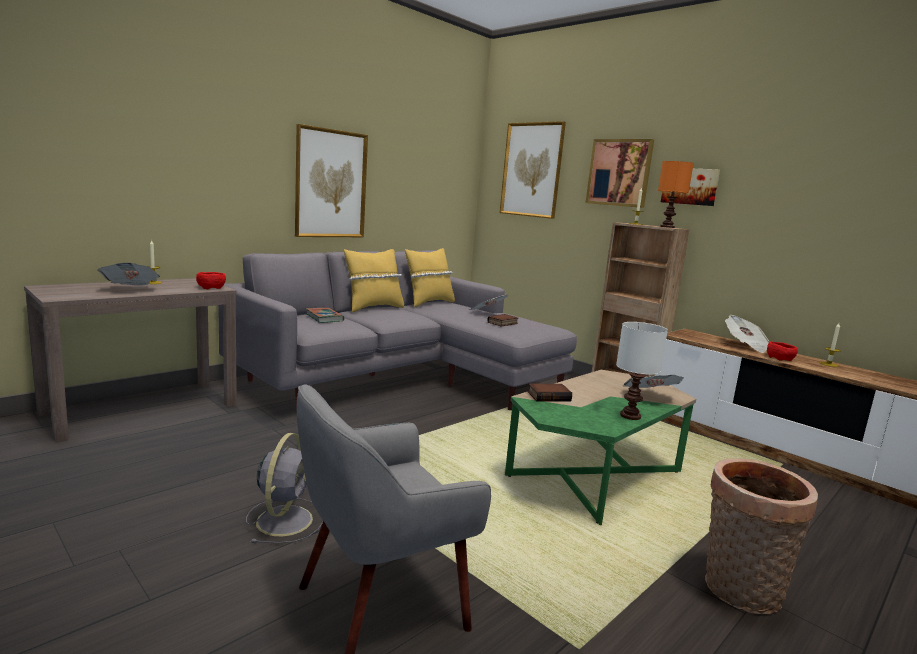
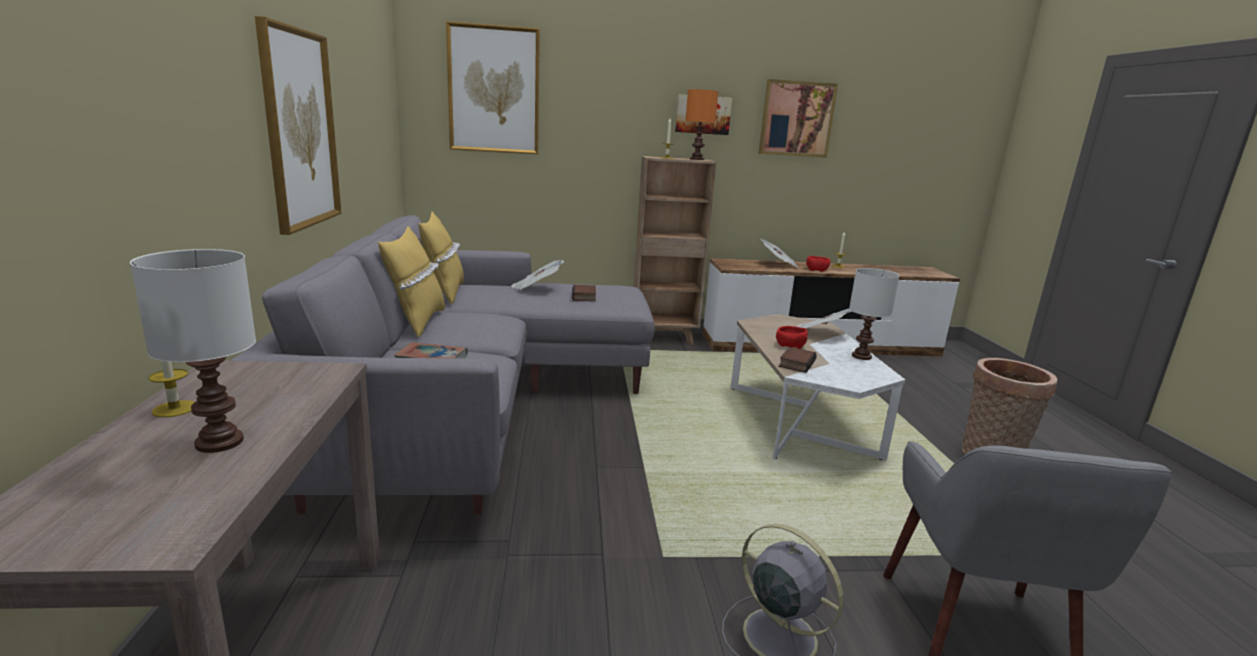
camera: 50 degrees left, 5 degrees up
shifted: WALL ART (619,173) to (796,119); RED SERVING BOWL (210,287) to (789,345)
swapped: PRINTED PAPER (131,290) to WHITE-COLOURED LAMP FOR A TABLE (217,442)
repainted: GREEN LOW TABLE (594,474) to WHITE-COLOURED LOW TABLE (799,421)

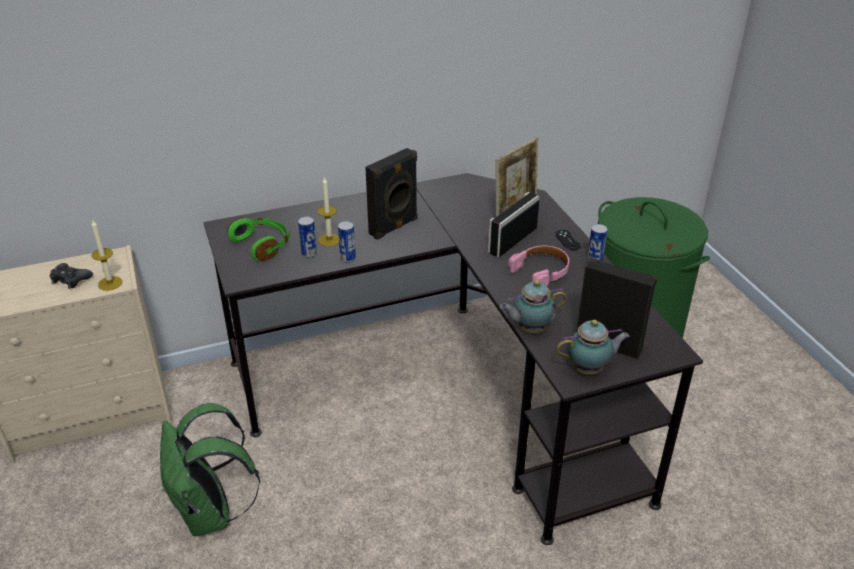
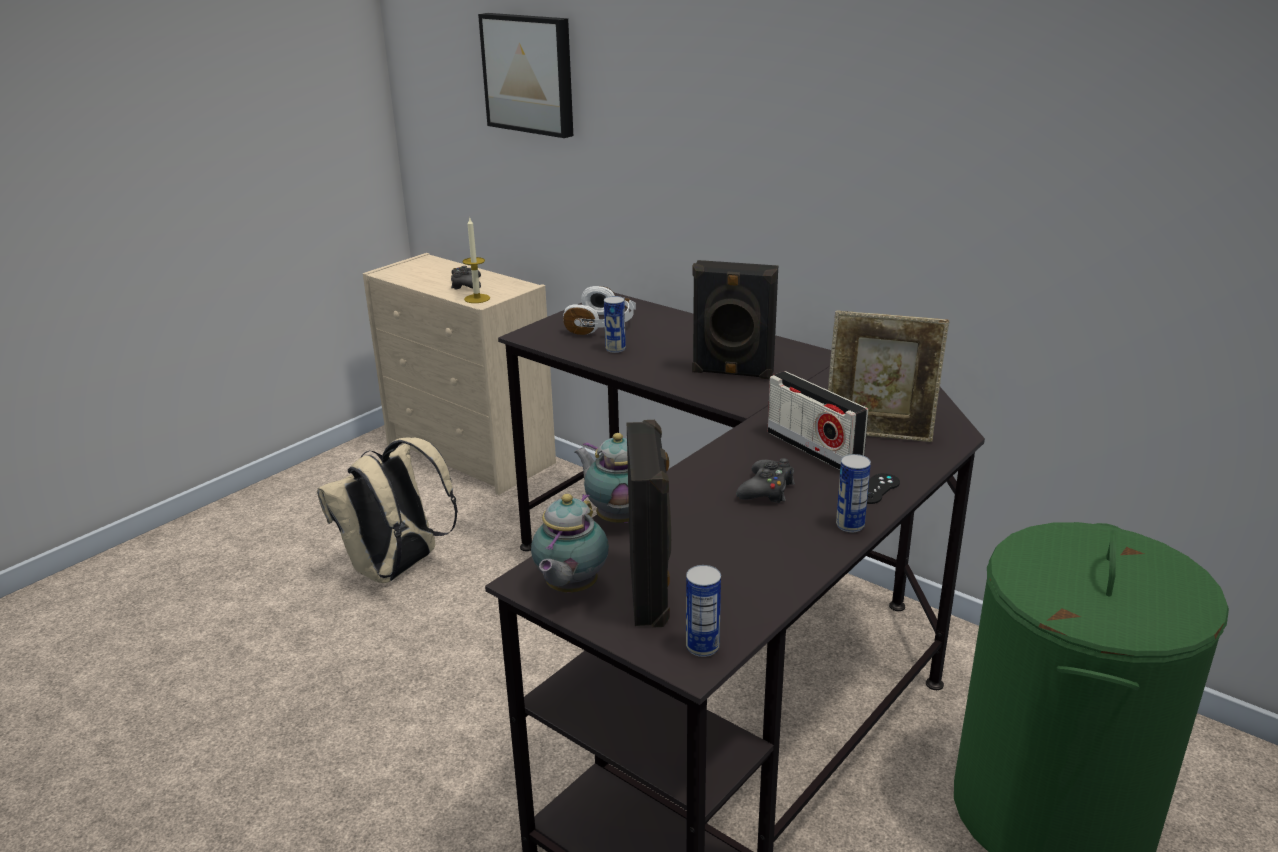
camera: 60 degrees right, 10 degrees down
gone: WAX LIGHT (329,240)
new: WALL ART (530,74)
shifted: METAL CAN (348,259) to (702,647)
swapped: PINK PAIR OF HEADPHONES (541,271) to BLACK-COLOURED GAME CONTROLLER (766,490)
repainted: GREEN RUCKSACK (211,514) to BEIGE RUCKSACK (397,570); GREEN PAIR OF HEADPHONES (262,245) to WHITE-COLOURED PAIR OF HEADPHONES (602,325)
rotated: TEA POT (589,369) = (569,589) 60 degrees clockwise; RADIO (512,240) = (813,449) 135 degrees counterclockwise

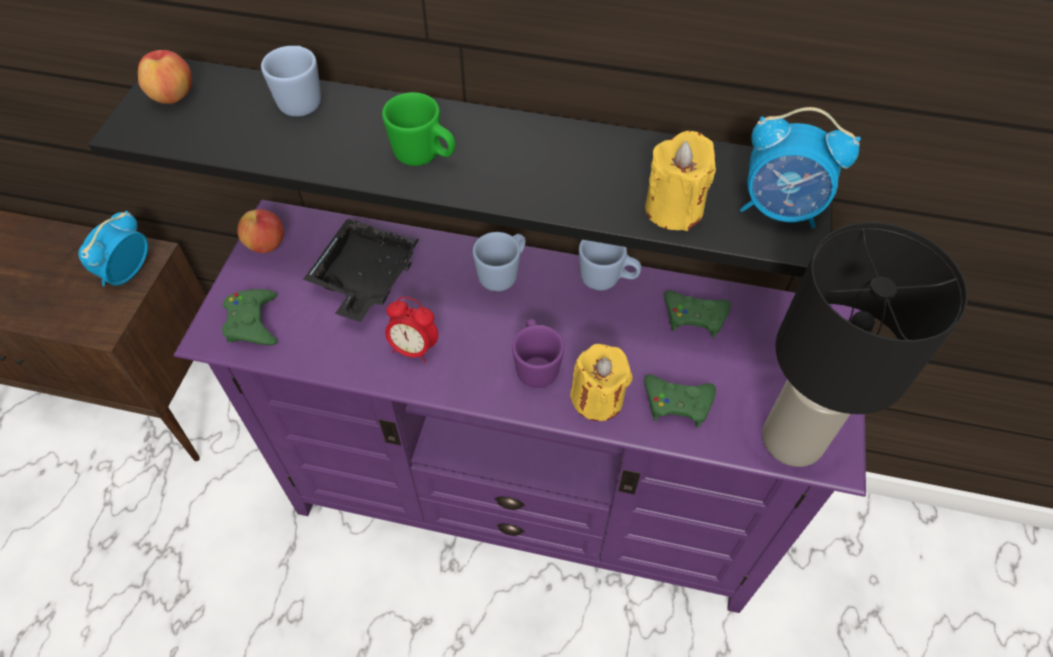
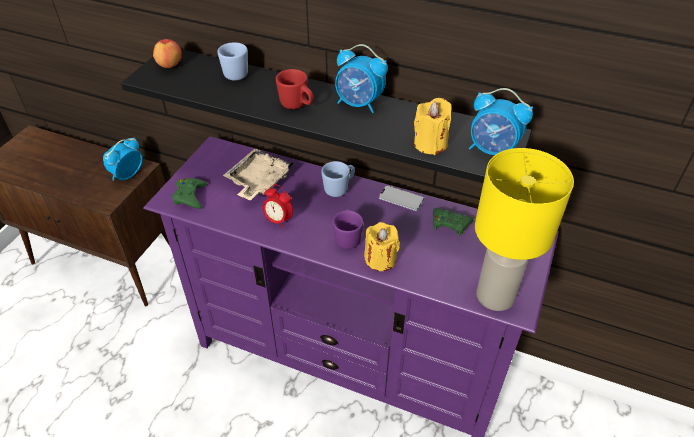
camera: 10 degrees right, 10 degrees down
gone: APPLE FRUIT (266,244); GREEN GAME CONTROLLER (677,403)
new: TABLE CLOCK (359,104)
swapped: BLUE-COLOURED TEA MUG (607,280) to HANDSET (401,199)
repainted: BLACK-COLOURED TRAY (364,278) to BEIGE TRAY (258,181); GREEN TEA MUG (424,157) to RED TEA MUG (297,105); BLACK-COLOURED LAMP FOR A TABLE (790,438) to YELLOW LAMP FOR A TABLE (494,295)

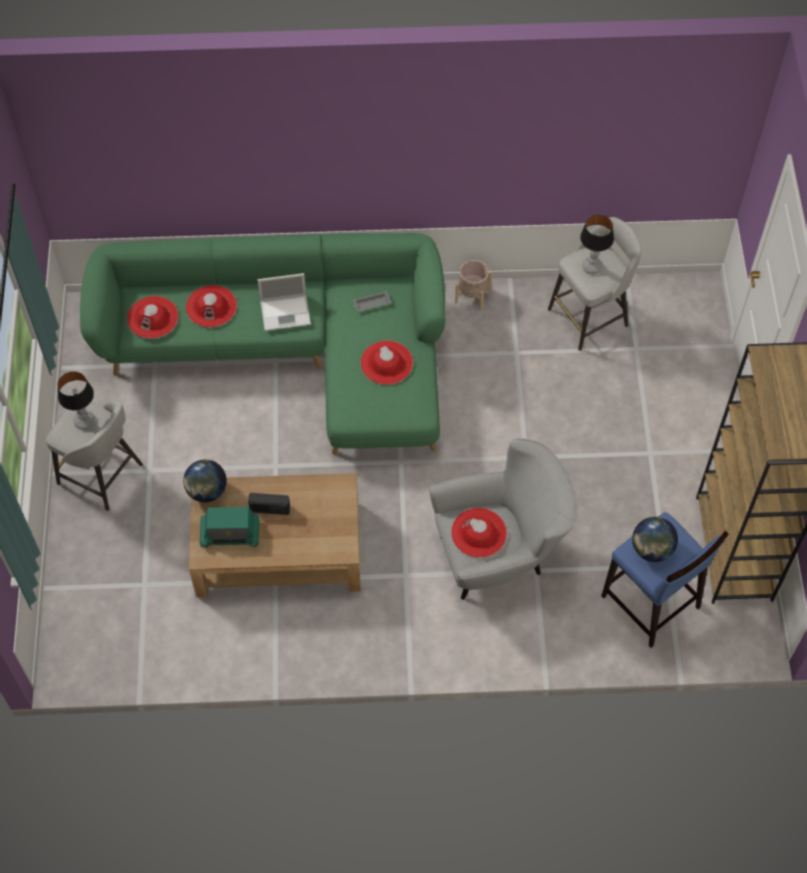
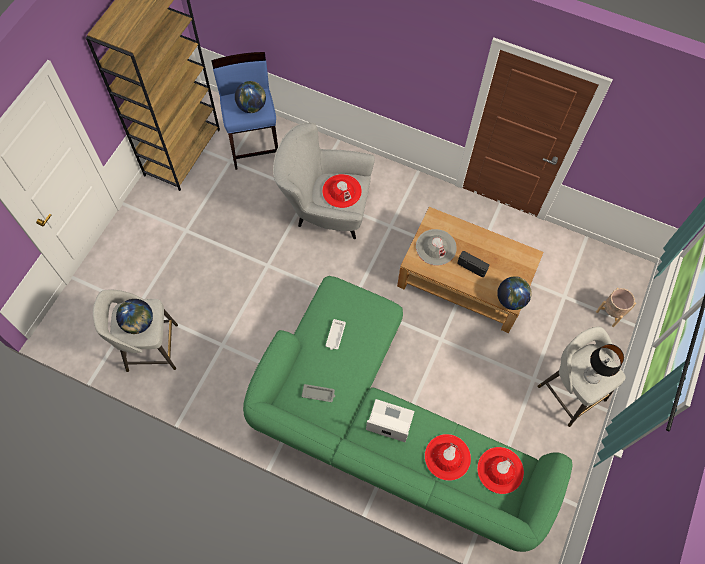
camera: 155 degrees left, 5 degrees up
gone: RADIO (230,533)
new: GREY WEARABLE HAT (436,247)
shifted: BEIGE PLANT POT (472,295) to (611,312)
swapped: LAMP FOR A TABLE (591,266) to WORLD GLOBE (138,323); RED WEARABLE HAT (386,363) to WHITE-COLOURED TRAY (335,335)

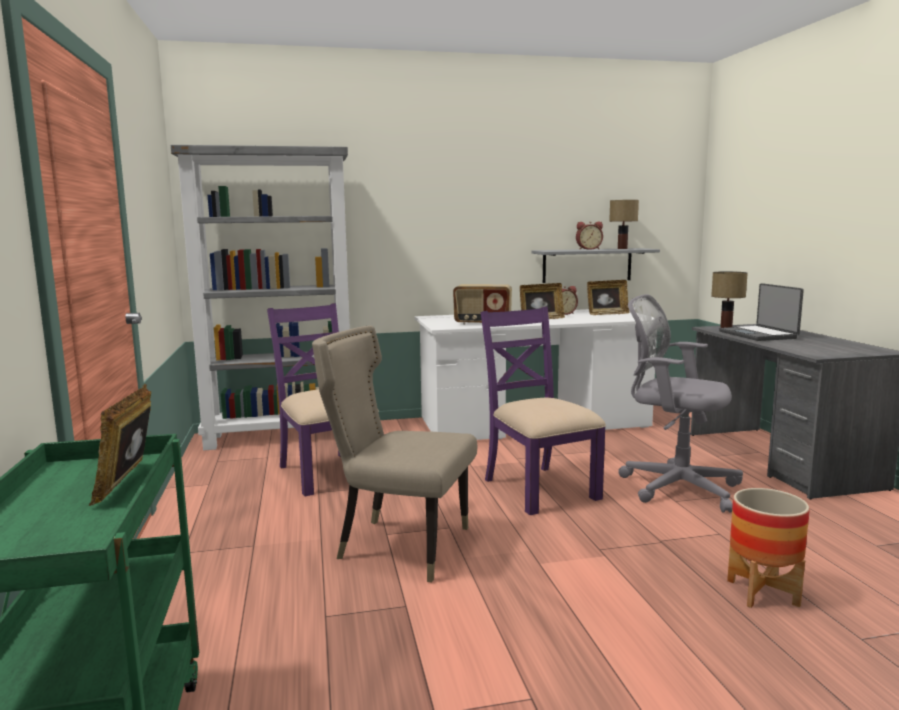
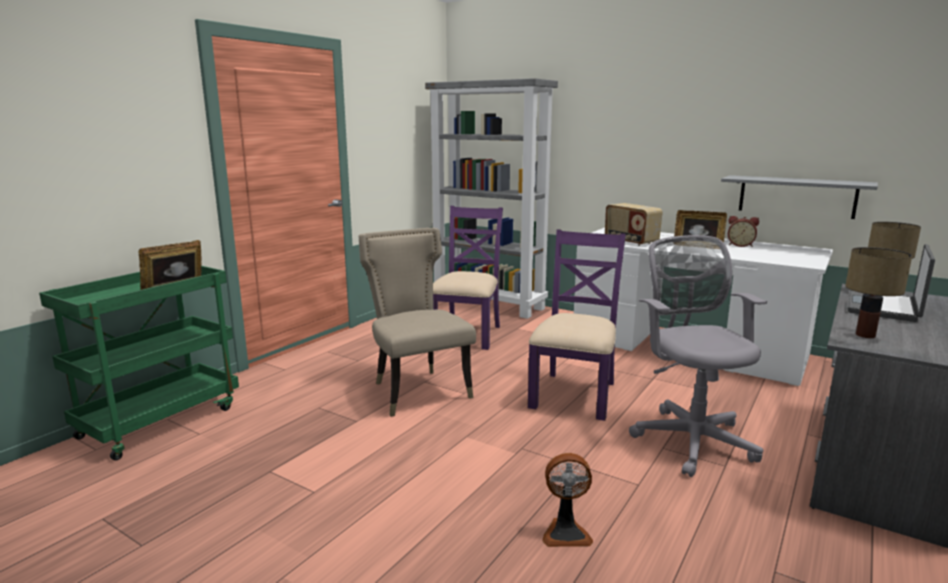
camera: 45 degrees right, 5 degrees up
gone: TABLE CLOCK (588,249); PICTURE FRAME (607,314)
shifted: LAMP FOR A TABLE (622,248) to (866,335)
swapped: PLANT POT (762,592) to COOLING FAN (565,533)

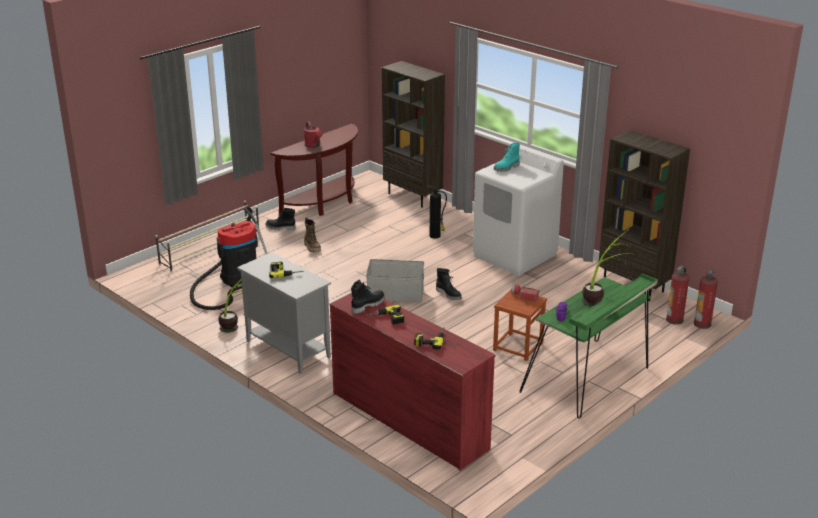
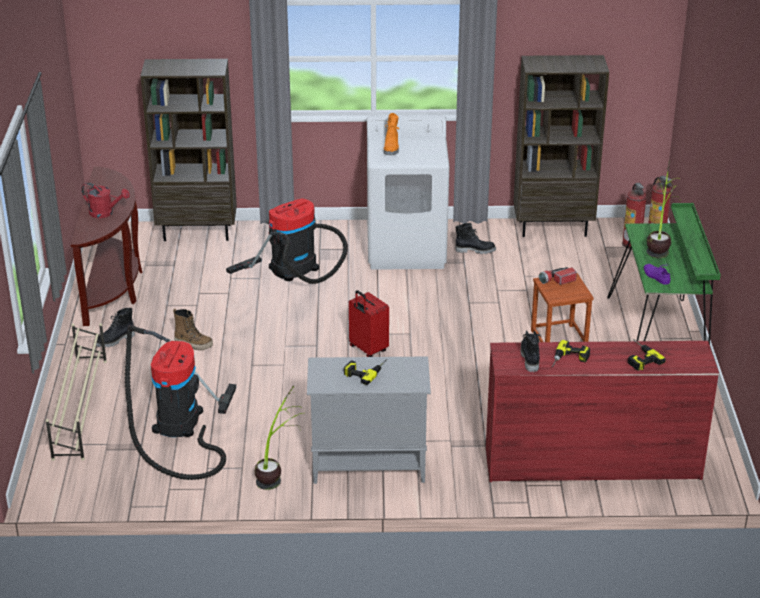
camera: 45 degrees left, 5 degrees up
shifted: BLACK-COLOURED BOOT (449,294) to (475,250)
swapped: EXTINGUISHER (435,236) to VACUUM (297,266); GREY STORAGE BIN (395,294) to RED SUITCASE (367,349)
repainted: BLUE-GREEN BOOT (507,168) to ORANGE-COLOURED BOOT (392,148)

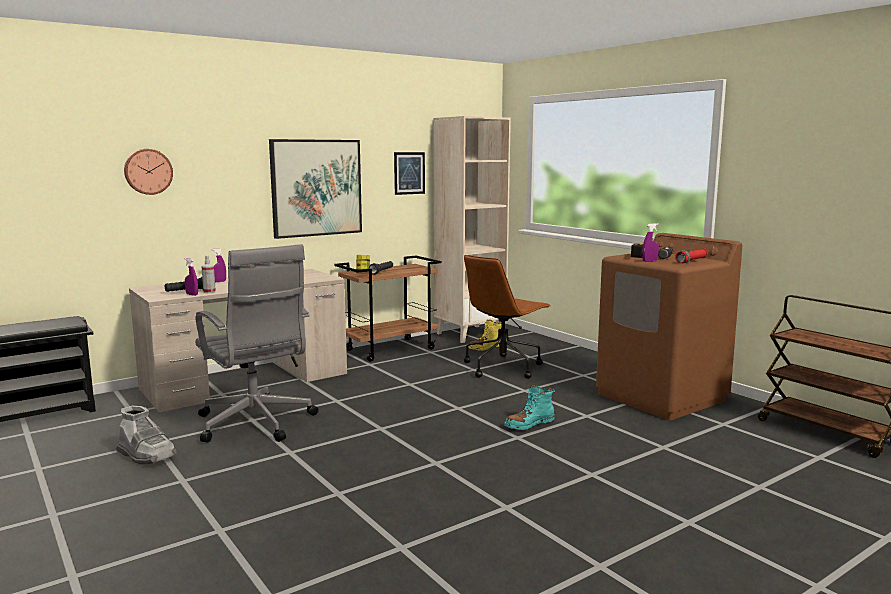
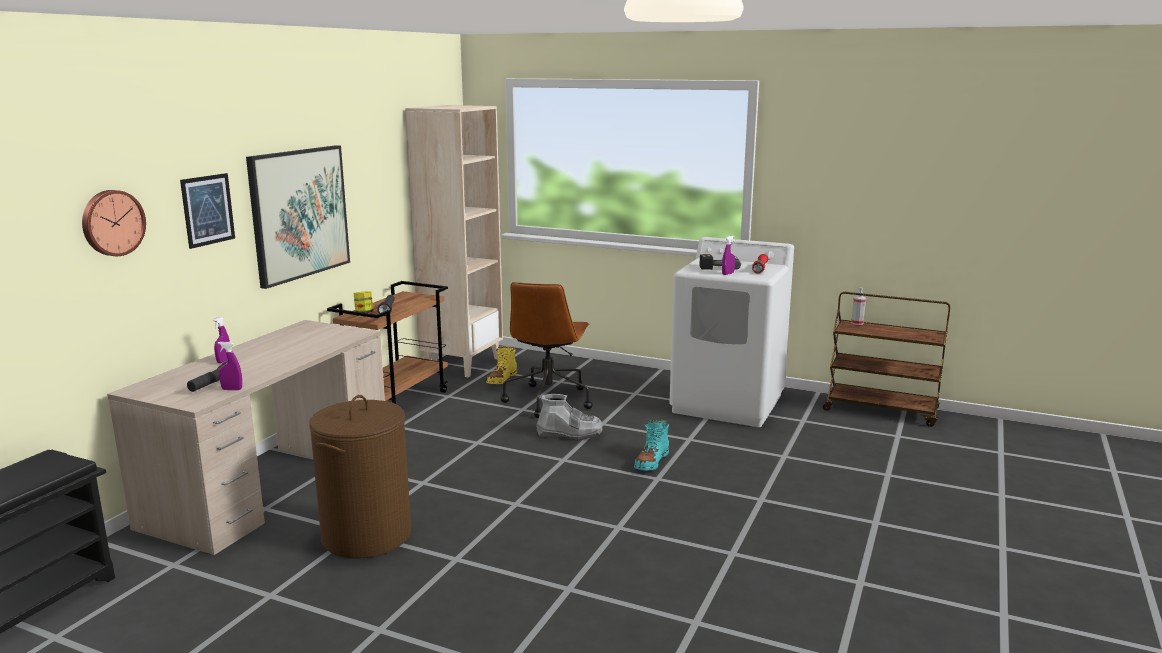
camera: 30 degrees left, 5 degrees up
shifted: WALL ART (409,173) to (208,210); GREY BOOT (147,455) to (570,434); SPRAY BOTTLE (209,292) to (857,323)
swapped: GREY OFFICE CHAIR (256,423) to BROWNISH HAMPER (367,536)
repainted: BROWNISH LAUNDRY MACHINE (661,397) to WHITE-COLOURED LAUNDRY MACHINE (728,404)

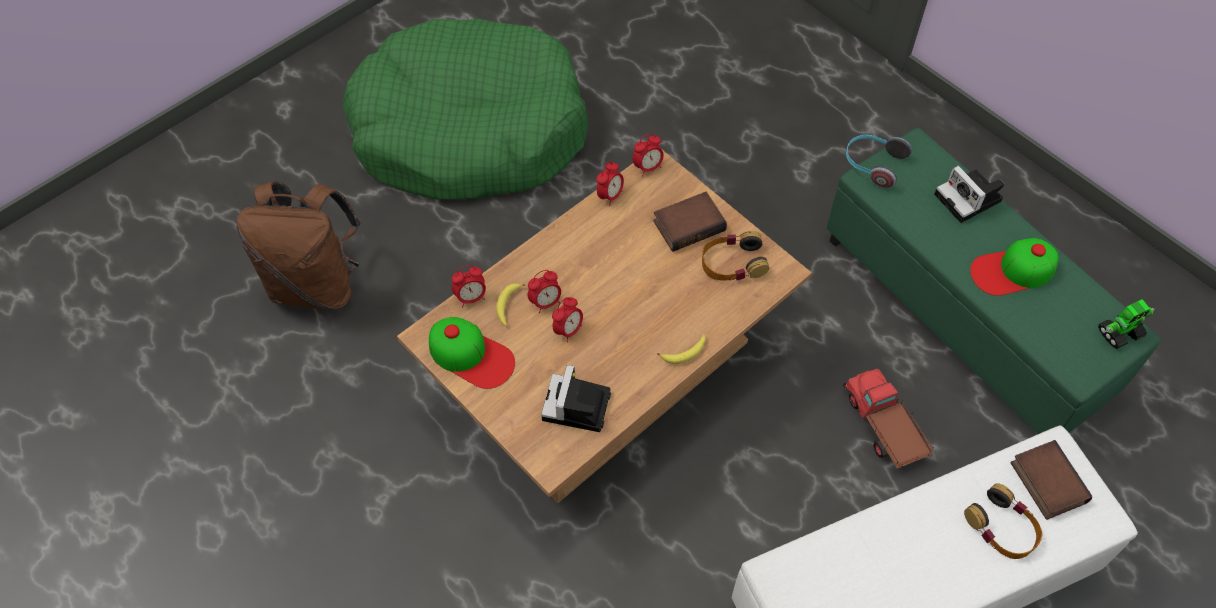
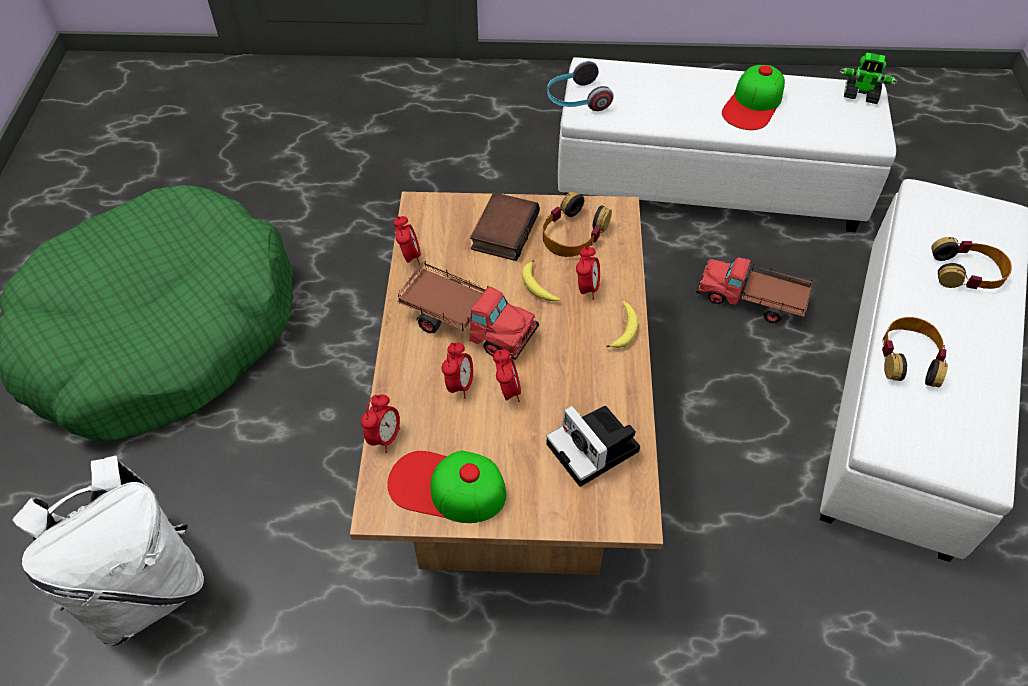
camera: 45 degrees left, 5 degrees down
gone: PHOTO CAMERA (970,199); VOLUME (1045,482)
new: MODEL TRUCK (467,322); PAIR OF HEADPHONES (909,358)
shifted: WHOLE BANANA (508,305) to (538,287); TABLE CLOCK (647,167) to (587,288)
repainted: BROWNISH RUCKSACK (316,284) to WHITE-COLOURED RUCKSACK (144,588); GREEN FOOTREST (967,312) to WHITE-COLOURED FOOTREST (708,183)
rotated: CAP (471,355) = (446,487) 150 degrees counterclockwise; MODEL ROBOT (1120,333) = (861,95) 90 degrees clockwise

